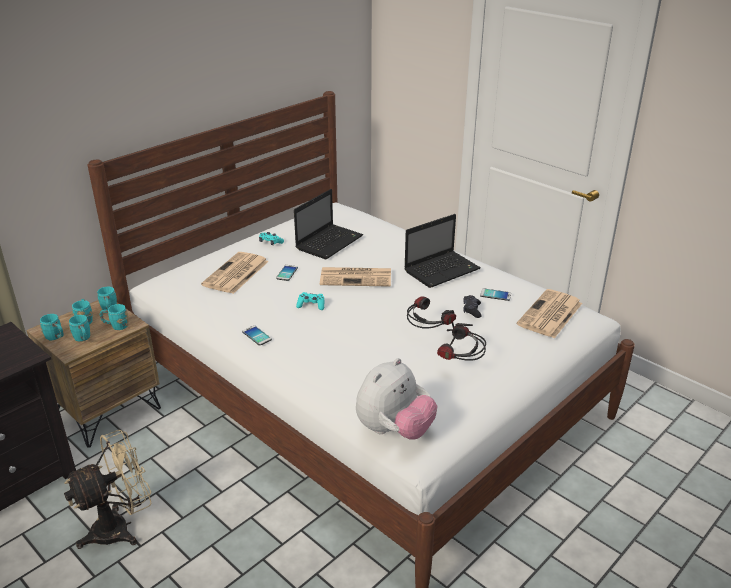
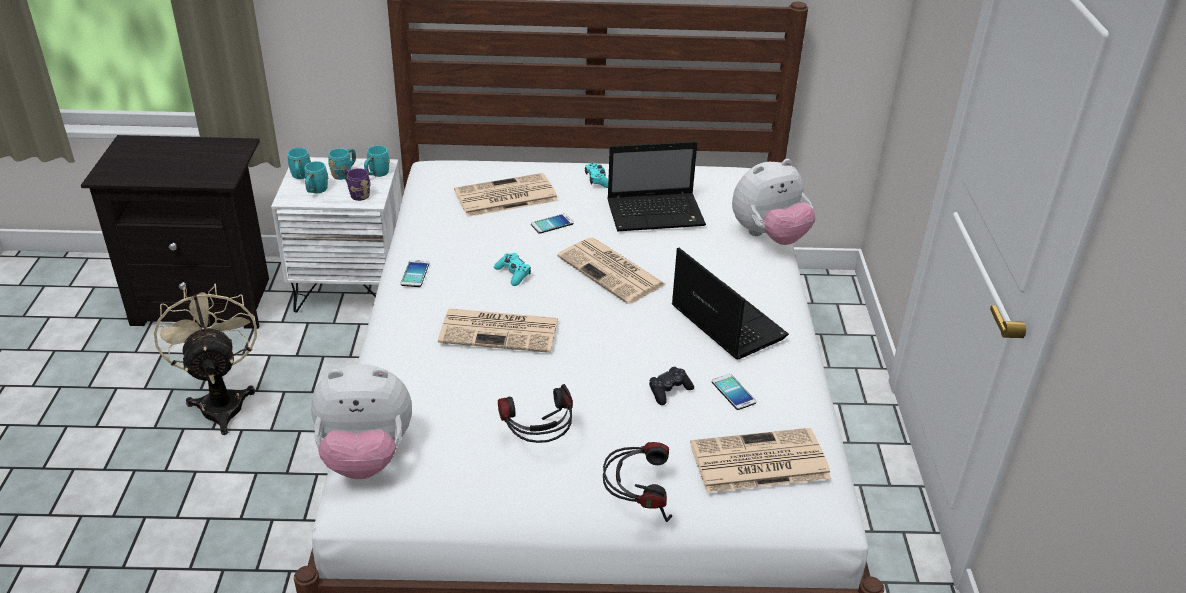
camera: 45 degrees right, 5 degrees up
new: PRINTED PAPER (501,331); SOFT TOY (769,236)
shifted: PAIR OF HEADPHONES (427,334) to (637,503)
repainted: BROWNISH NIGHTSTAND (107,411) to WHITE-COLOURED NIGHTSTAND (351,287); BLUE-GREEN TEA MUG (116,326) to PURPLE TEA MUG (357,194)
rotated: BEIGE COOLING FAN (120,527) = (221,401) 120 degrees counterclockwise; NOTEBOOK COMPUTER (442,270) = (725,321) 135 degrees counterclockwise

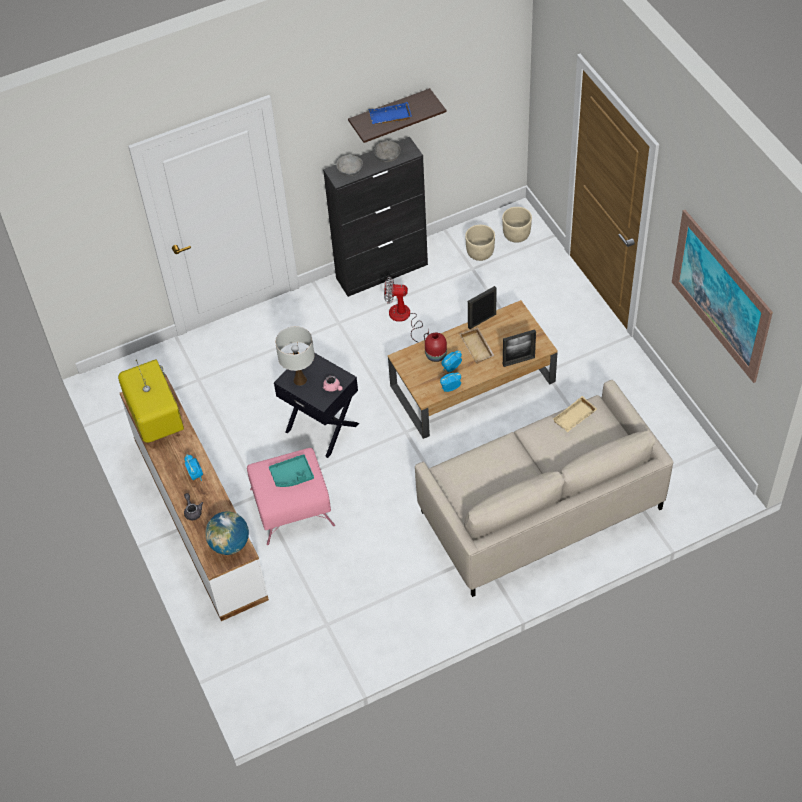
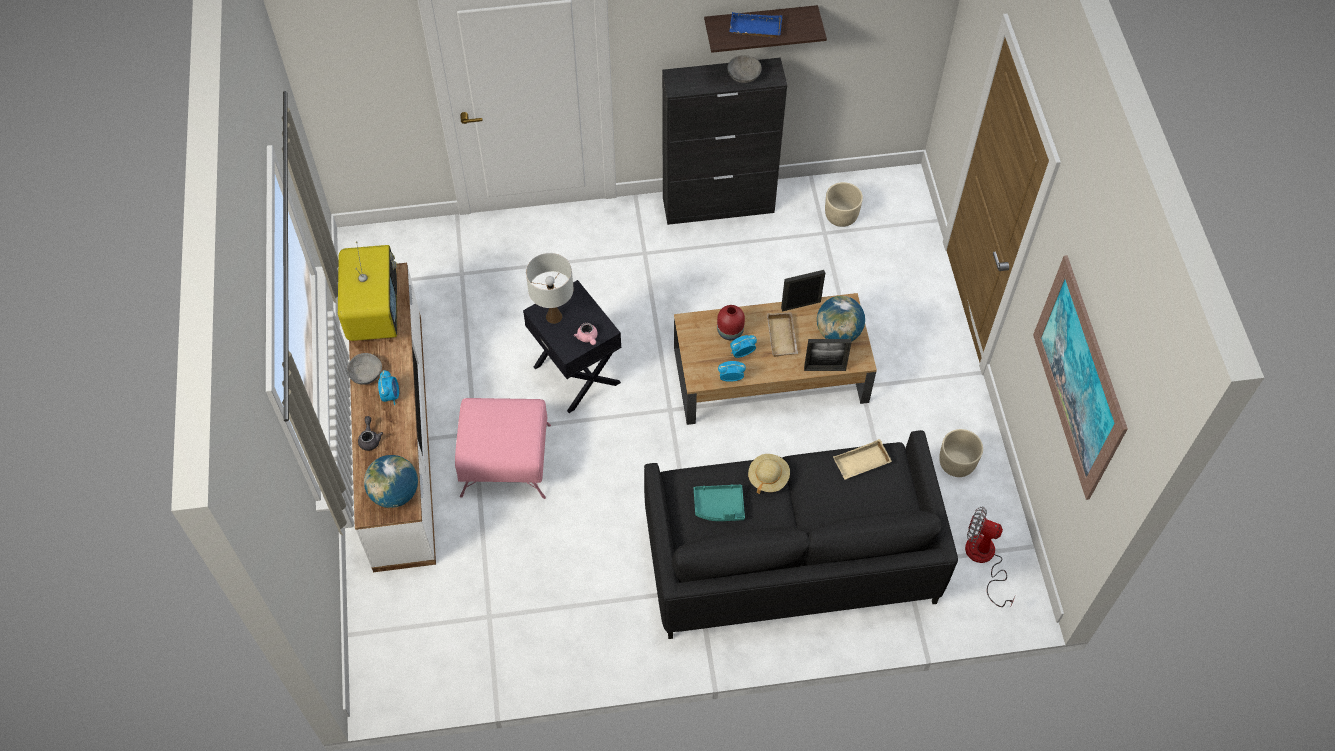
camera: 15 degrees right, 5 degrees up
new: BEIGE WEARABLE HAT (768,477); WORLD GLOBE (838,333)
shifted: GREY SERVING BOWL (349,171) to (365,374); BLUE-GREEN TRAY (292,475) to (719,506); BEIGE PLANT POT (516,235) to (956,463); COOLING FAN (404,318) to (984,560)
repainted: BEIGE SOFA (539,509) to BLACK-COLOURED SOFA (789,556)

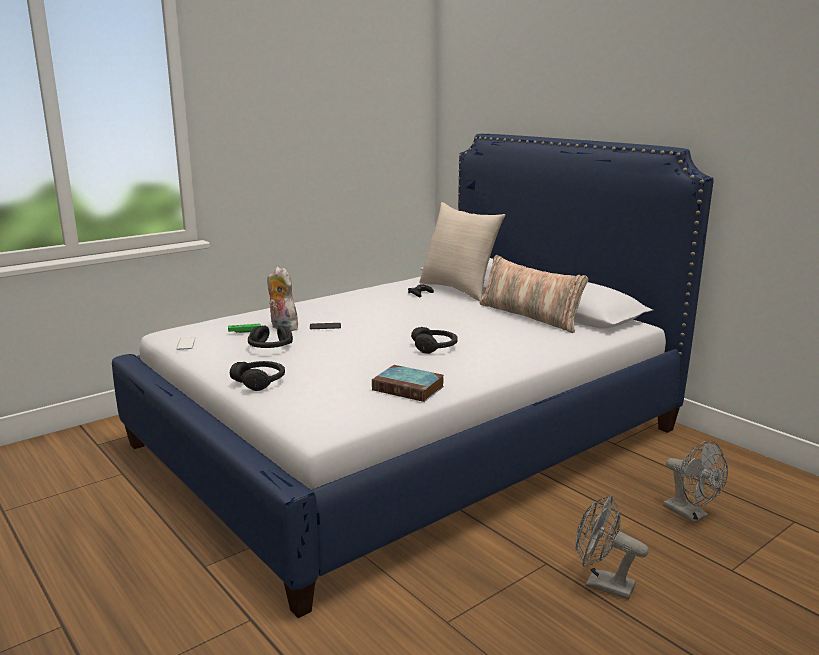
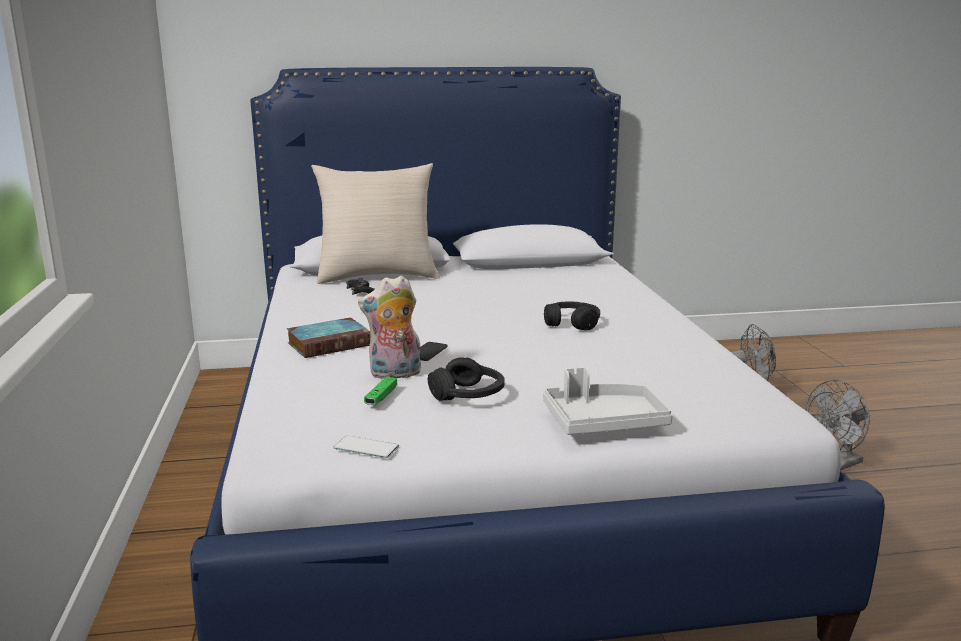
camera: 60 degrees left, 0 degrees up
gone: THROW PILLOW (530,316)
shifted: VOLUME (410,388) to (330,343)
swapped: BLACK-COLOURED PAIR OF HEADPHONES (260,382) to GREY TRAY (603,422)

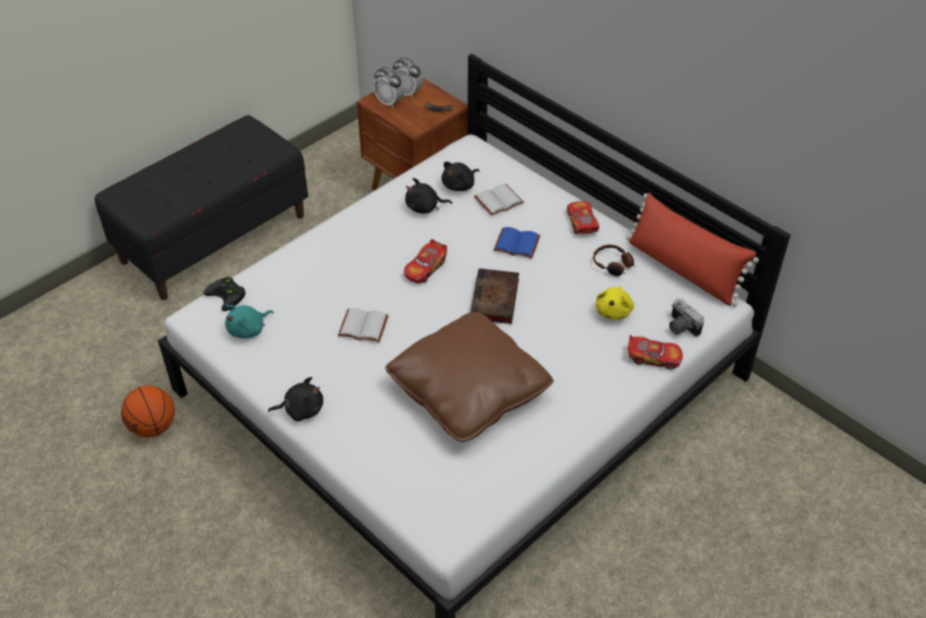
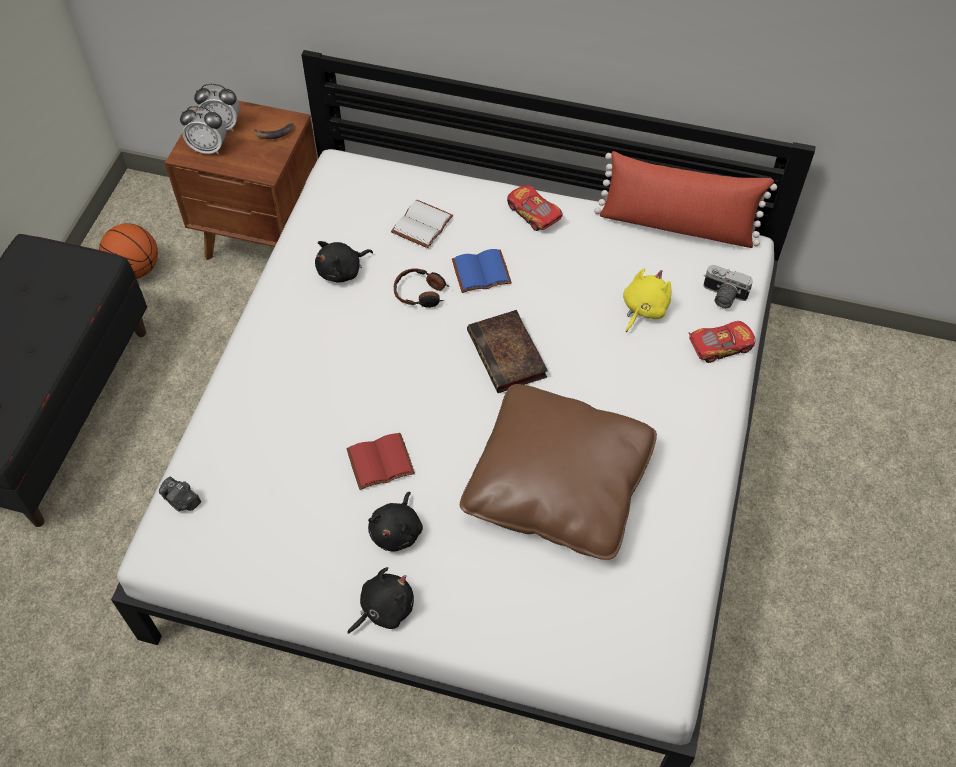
camera: 30 degrees left, 10 degrees up
gone: BLUE-GREEN SOFT TOY (248,329); MINIATURE CAR (425,268)
shifted: BASKETBALL (153,427) to (136,269); BLACK-COLOURED SOFT TOY (460,185) to (397,531); PAIR OF HEADPHONES (613,265) to (421,293)
swapped: BLACK-COLOURED GAME CONTROLLER (228,295) to PHOTO CAMERA (182,501)
repainted: WHITE-COLOURED VOLUME (362,327) to RED VOLUME (380,464)
rotated: YELLOW SOFT TOY (613,311) = (643,309) 135 degrees counterclockwise

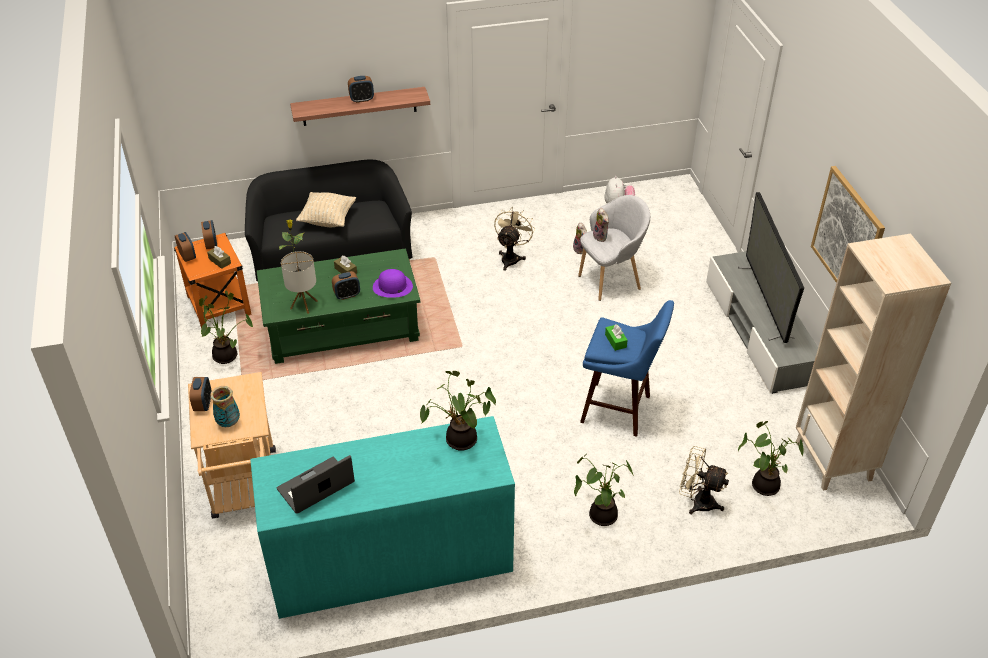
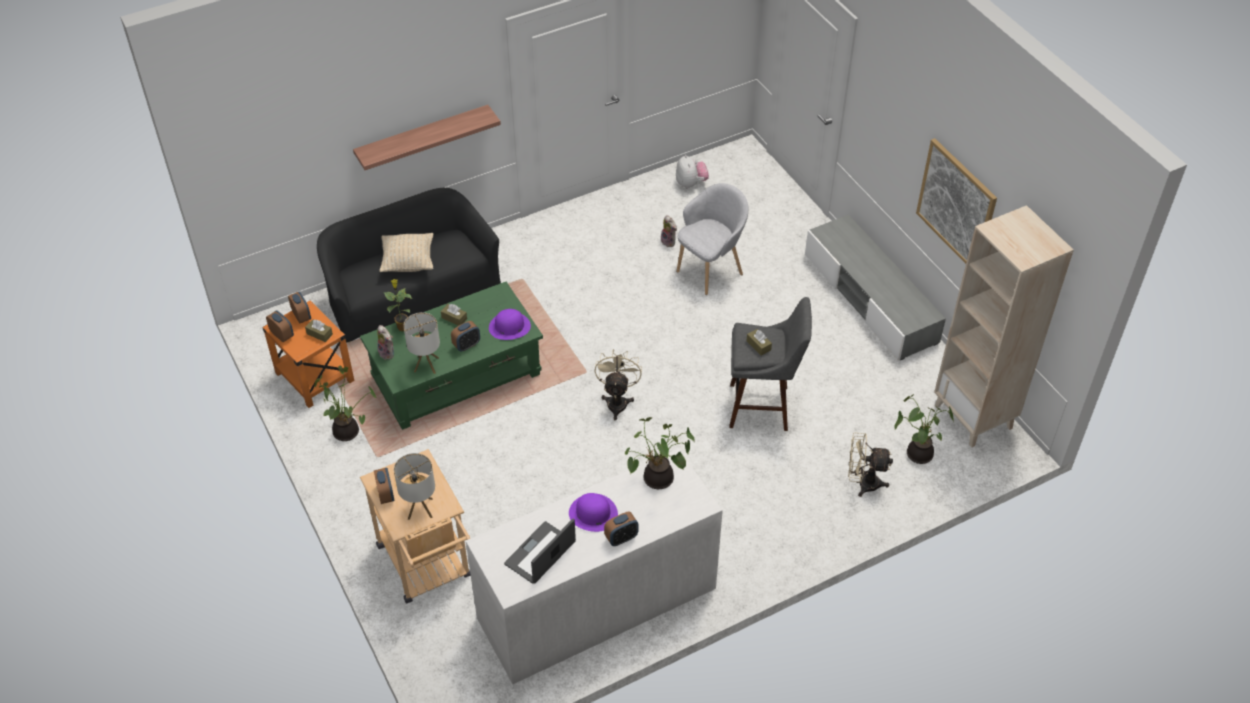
camera: 15 degrees left, 5 degrees up
gone: HOUSEPLANT (600,515); TELEVISION (765,301)
new: PURPLE WEARABLE HAT (593,513)
shifted: SOFT TOY (601,237) to (388,353); BEIGE COOLING FAN (511,257) to (617,401); TABLE CLOCK (361,99) to (621,538)
swapped: FLOWER VASE (229,423) to LAMP FOR A TABLE (420,508)
repainted: BLUE-GREEN CHEST OF DRAWERS (390,559) to WHITE-COLOURED CHEST OF DRAWERS (596,603); BLUE-COLOURED STOOL SEAT (619,410) to GREY STOOL SEAT (763,407); GREEN BOX OF TISSUES (615,341) to BROWNISH BOX OF TISSUES (758,345)

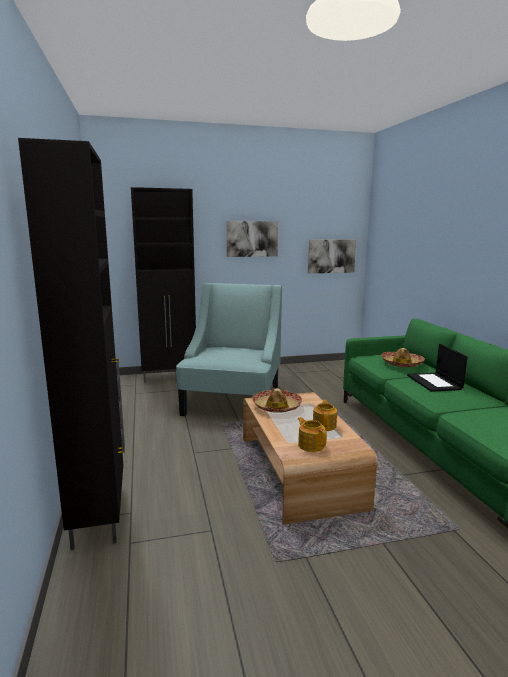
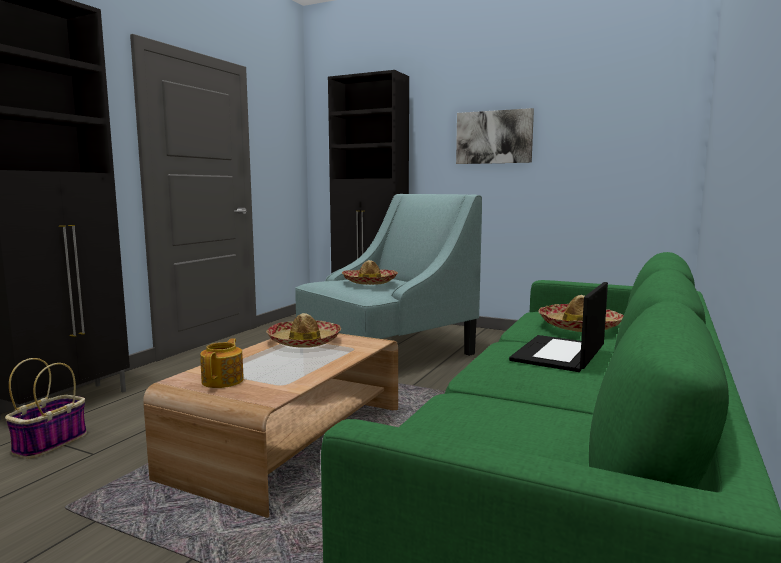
camera: 40 degrees right, 5 degrees down
gone: WALL ART (331,256); TEA POT (324,425)
new: STORAGE BASKET (50,442); WEARABLE HAT (370,282)

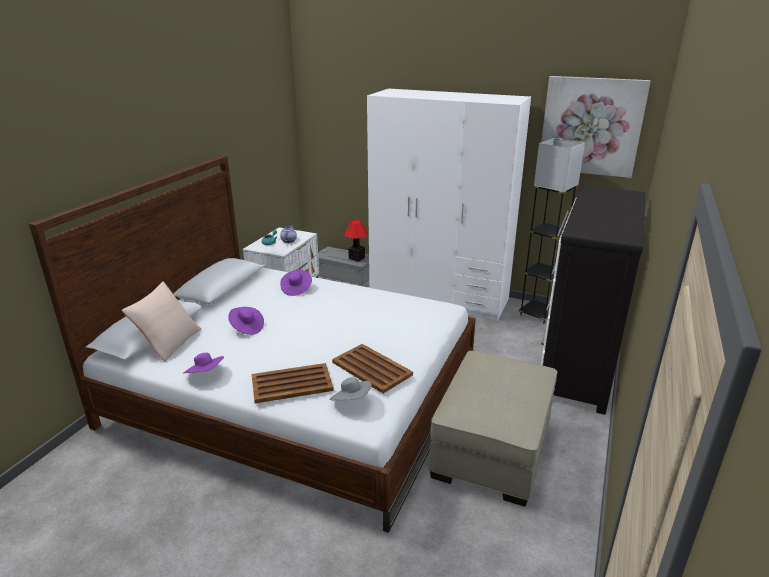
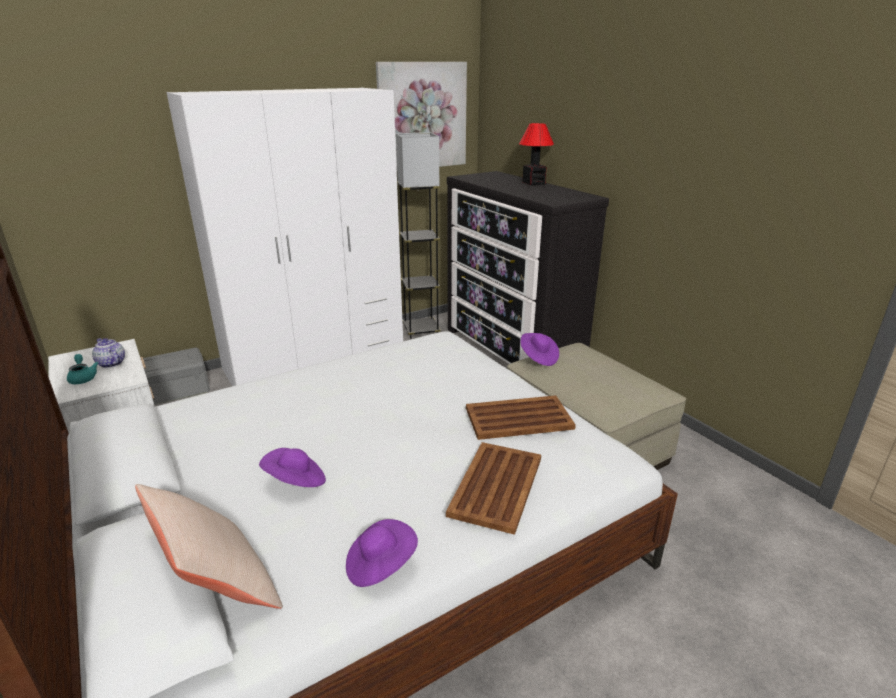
camera: 55 degrees left, 0 degrees up
gone: GREY WEARABLE HAT (351,400)
shifted: LAMP FOR A TABLE (356,258) to (533,183); PURPLE WEARABLE HAT (296,289) to (538,357)

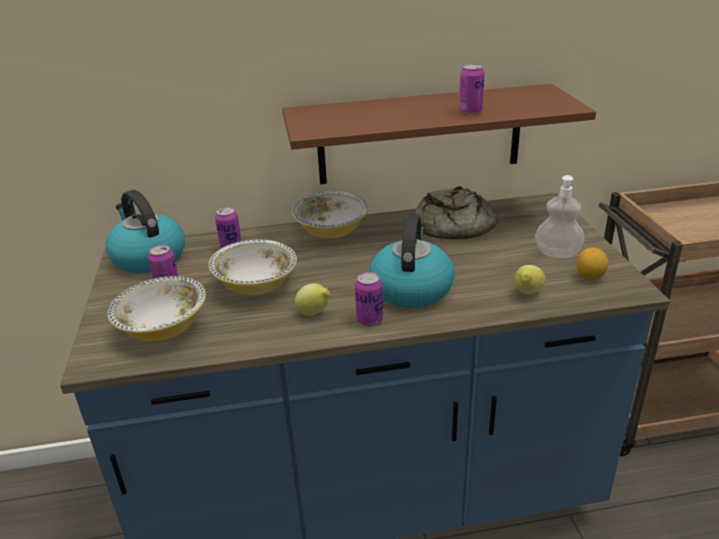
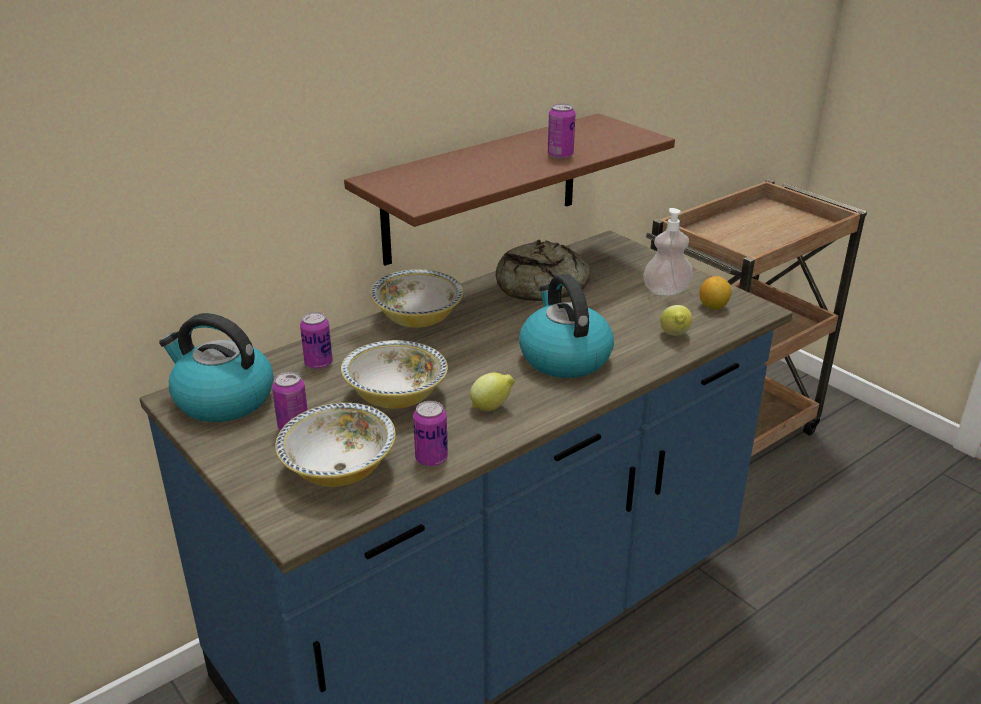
camera: 30 degrees left, 0 degrees up
shifted: METAL CAN (369,320) to (431,459)

